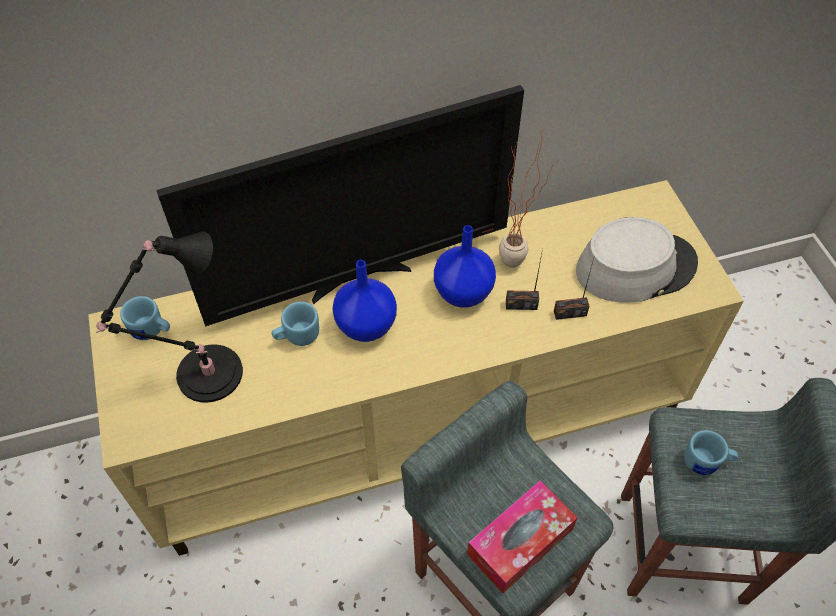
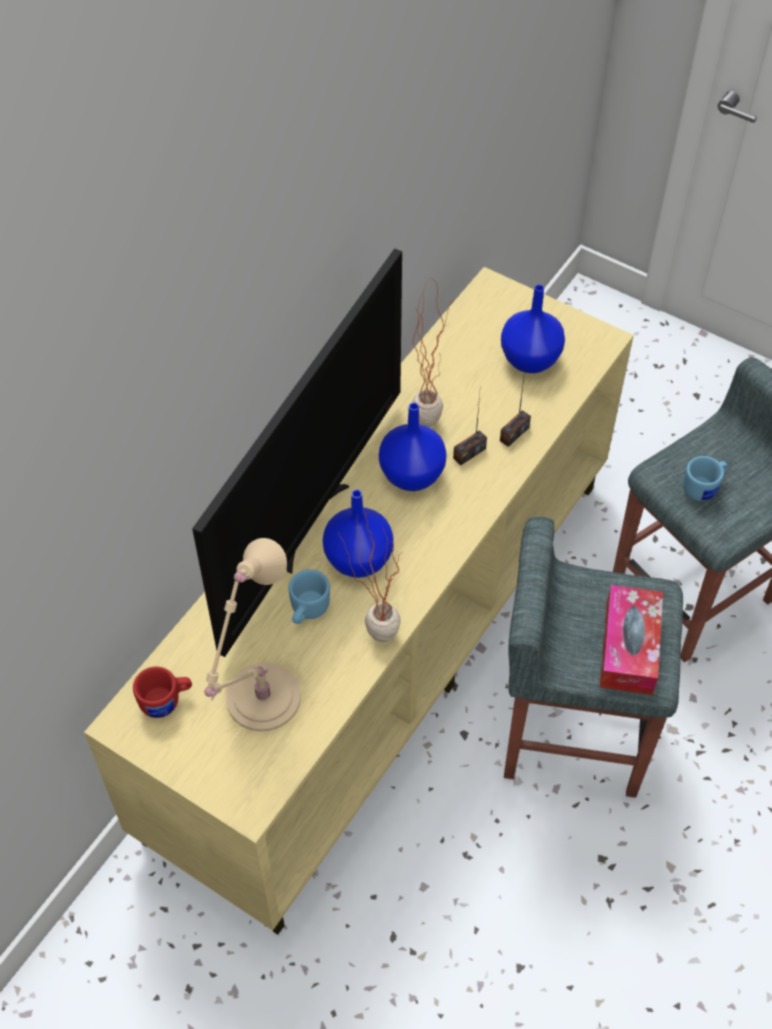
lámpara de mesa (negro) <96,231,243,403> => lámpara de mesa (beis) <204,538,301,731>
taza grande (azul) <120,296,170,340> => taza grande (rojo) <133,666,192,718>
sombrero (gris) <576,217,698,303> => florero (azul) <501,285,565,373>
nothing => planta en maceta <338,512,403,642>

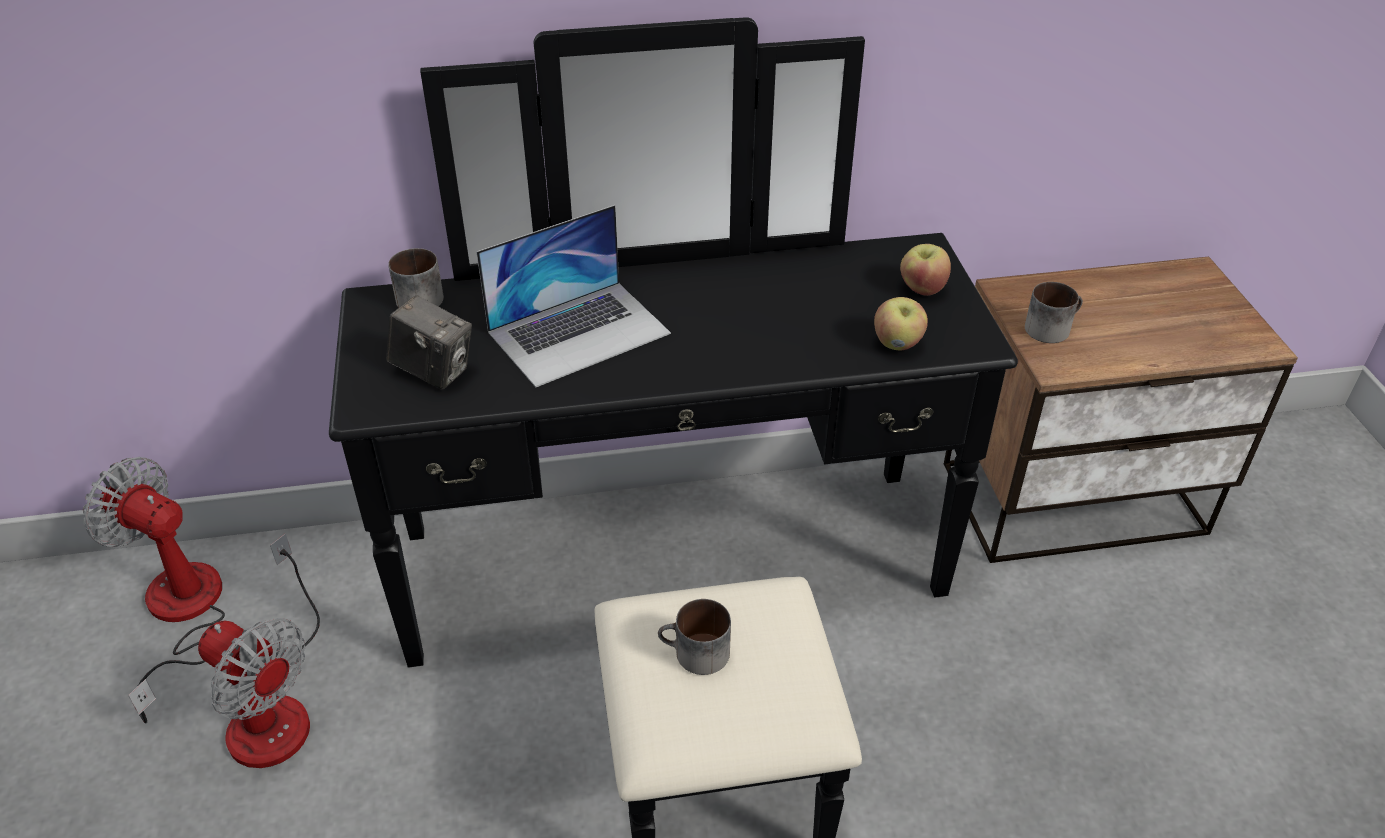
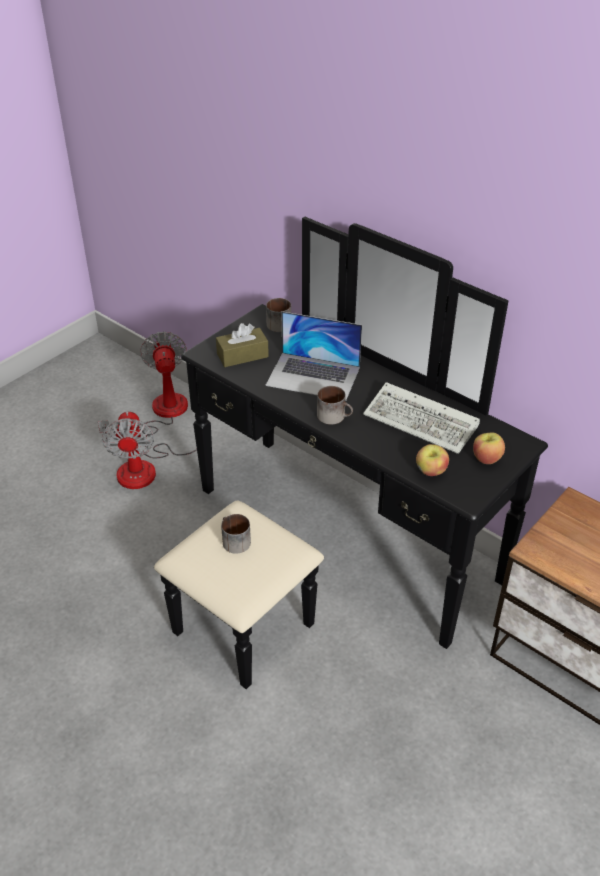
cámara <386,295,472,390> => caja de pañuelos (marrón) <216,323,269,367>
taza grande <1025,282,1083,343> => taza grande <317,386,353,425>, relocated
nothing => teclado <363,382,480,454>

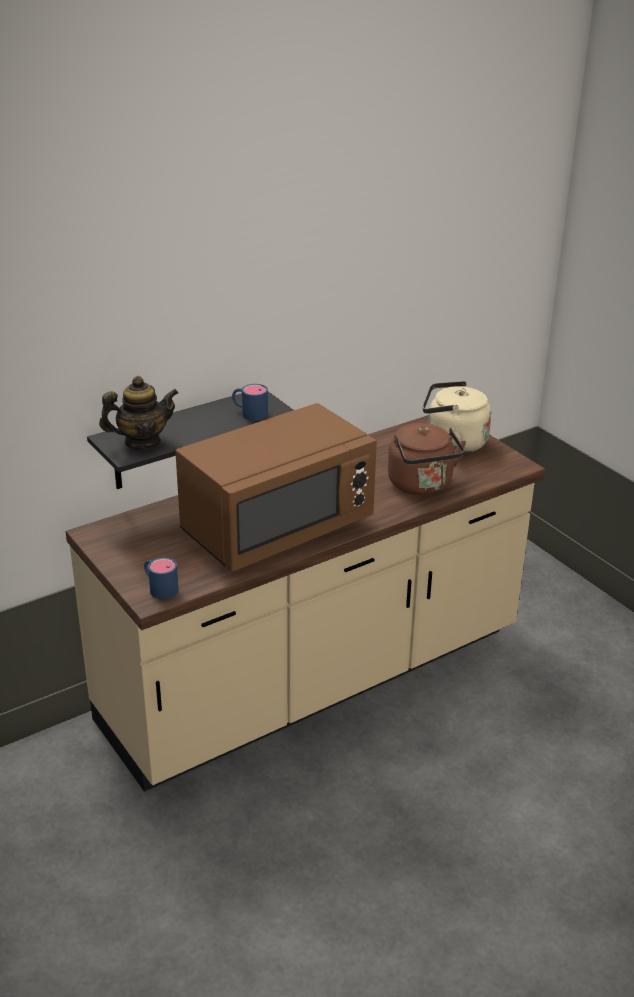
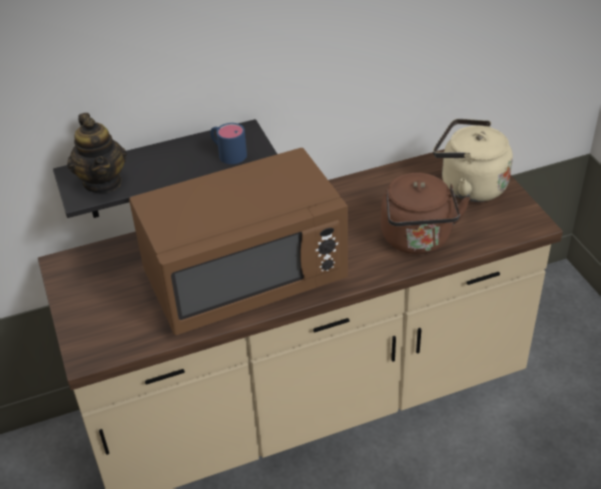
tetera <99,376,179,450> => tetera <67,113,127,193>, 75 degrees clockwise
taza grande (azul) <144,557,179,599> => nothing

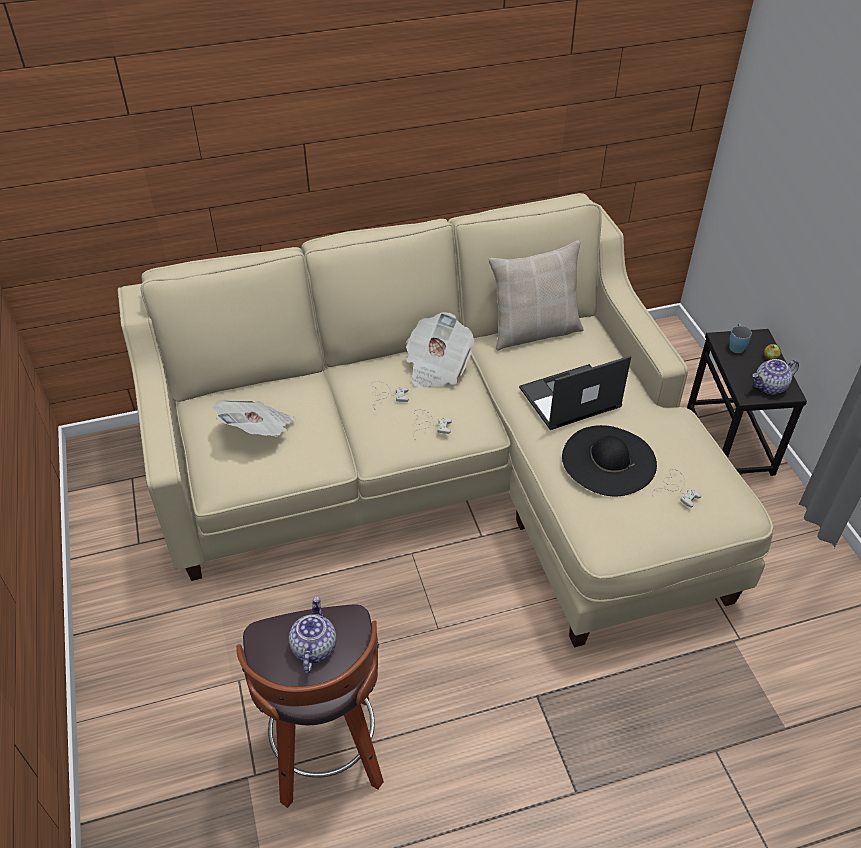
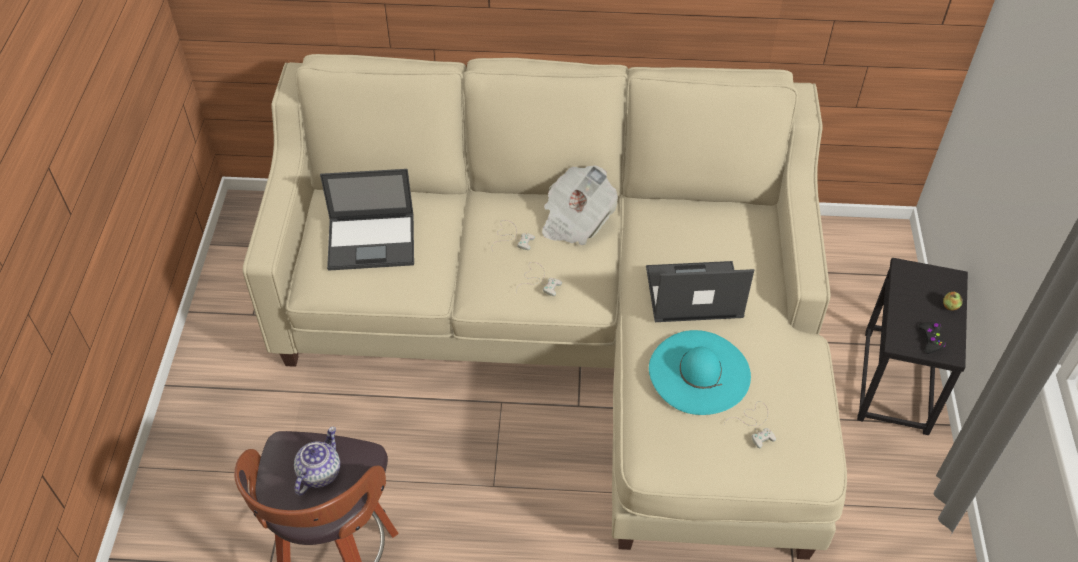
periódico <213,400,296,437> => portátil <320,169,414,271>
cojín (beis) <489,240,584,351> => nothing
sombrero (negro) <562,425,657,496> => sombrero (turquesa) <649,330,751,415>
taza grande (azul) <729,324,752,353> => nothing
tetera <752,359,799,394> => mando de consola (negro) <918,322,946,354>

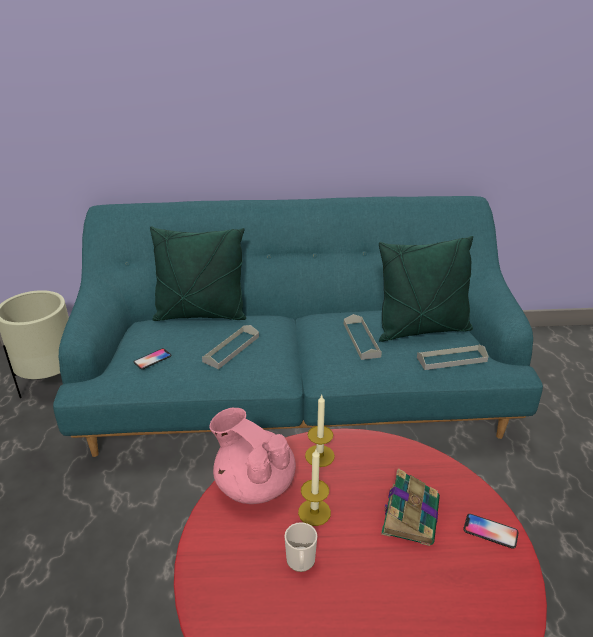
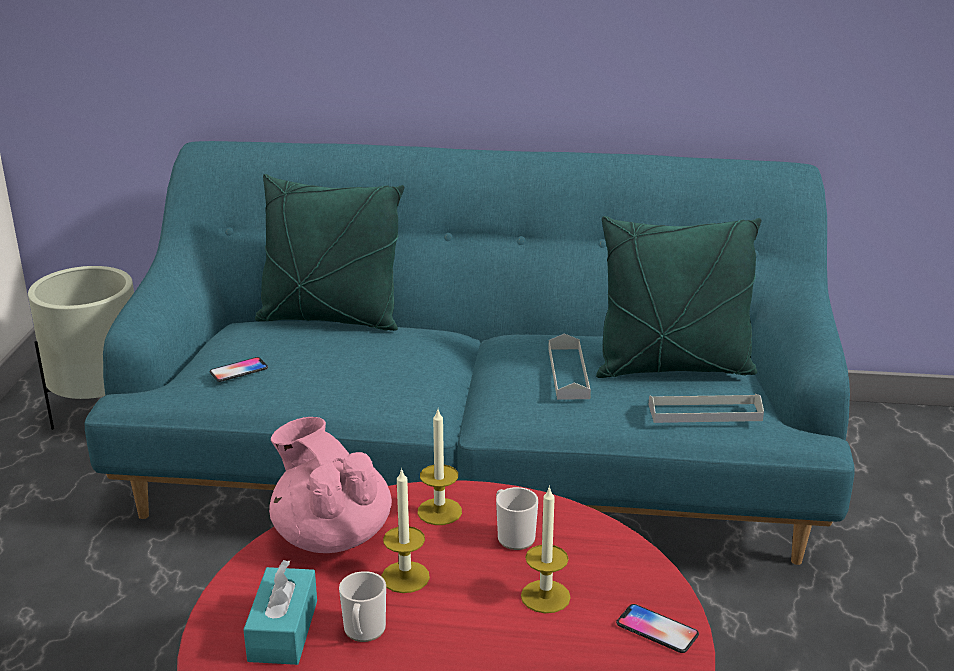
bandeja (gris) <202,325,259,369> => nothing
libro <381,468,440,546> => vela <521,486,571,613>
nothing => caja de pañuelos (turquesa) <243,560,317,665>
nothing => taza grande <496,487,538,550>

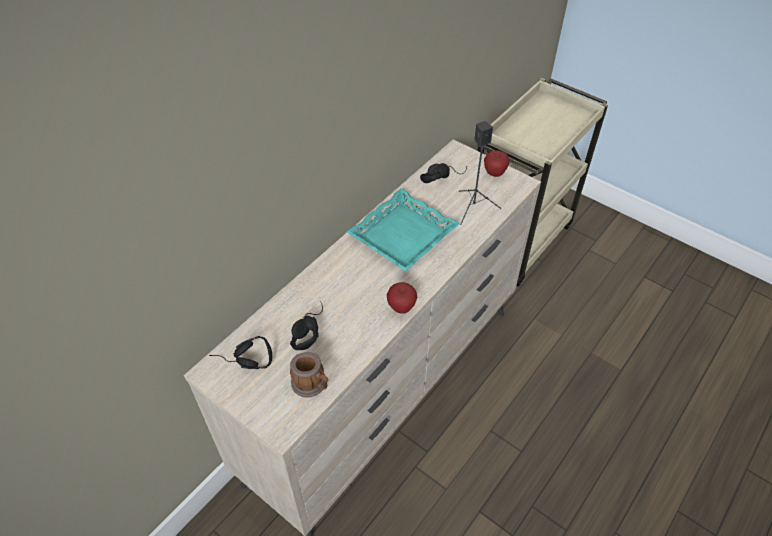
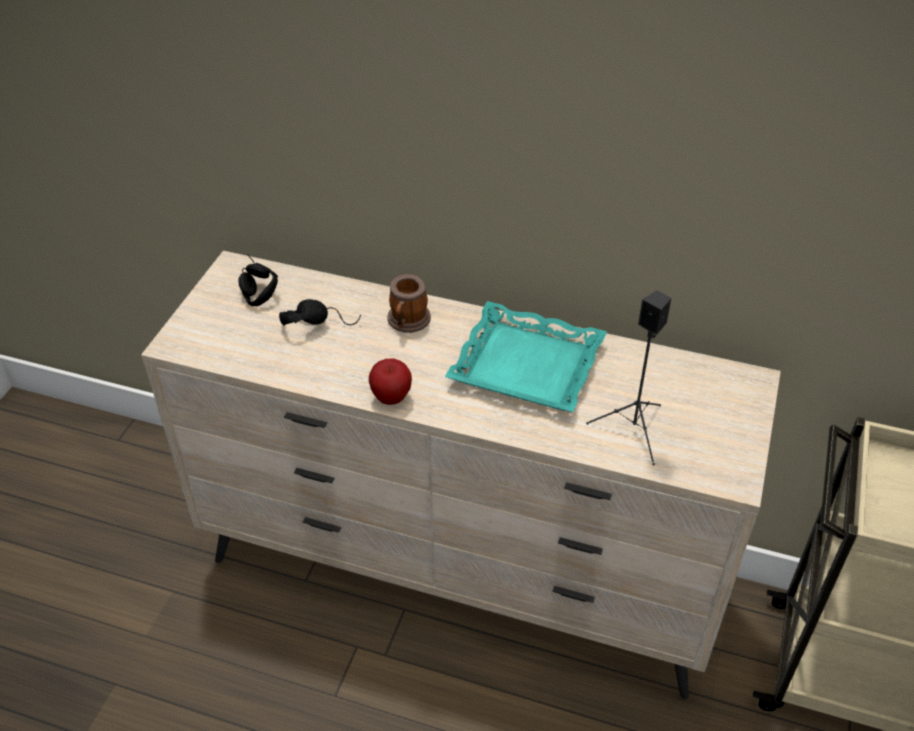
taza grande <290,352,328,398> => taza grande <387,274,431,333>, relocated
auriculares (negro) <420,163,467,183> => nothing
manzana <484,150,509,177> => nothing

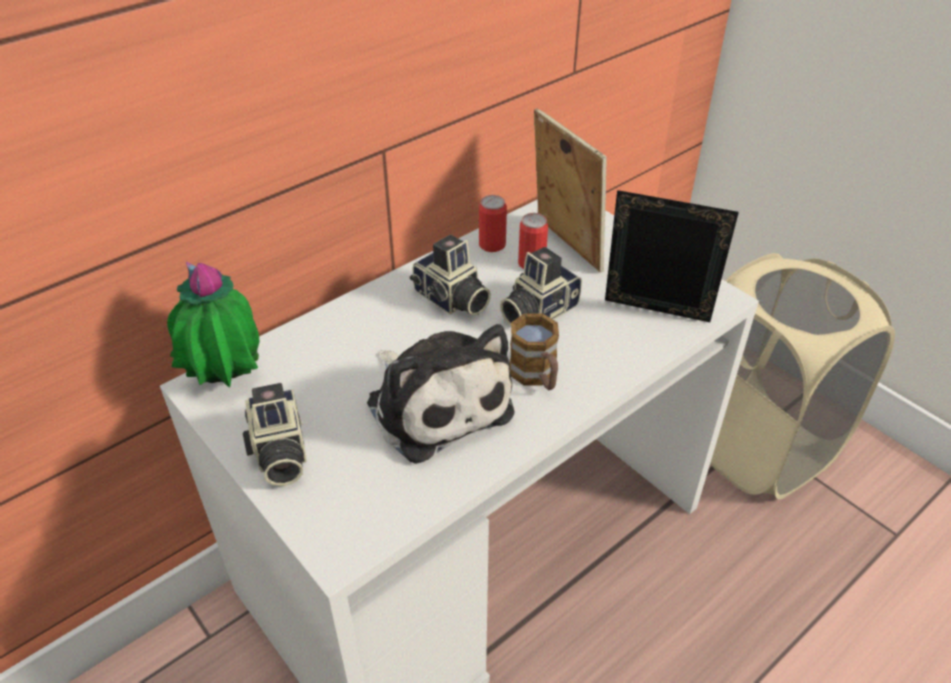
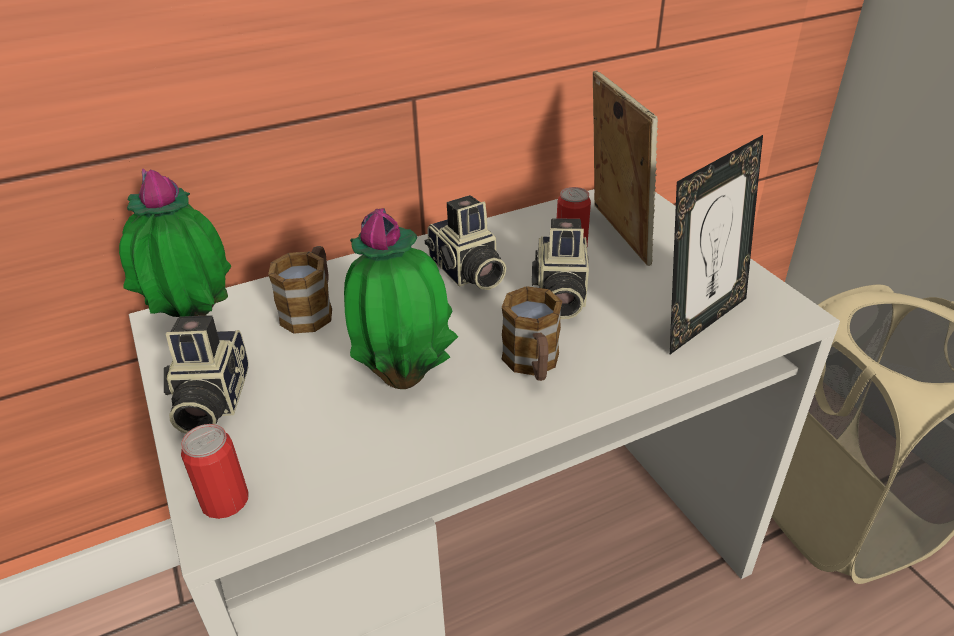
peluche <367,324,515,464> => planta en maceta <344,208,458,389>
lata <479,195,507,252> => lata <181,424,249,519>, relocated
cámara <500,247,582,325> => cámara <532,218,589,319>, 60 degrees counterclockwise
portarretratos <605,190,739,322> => portarretratos <670,135,763,354>, 105 degrees clockwise
nothing => taza grande <268,246,332,334>

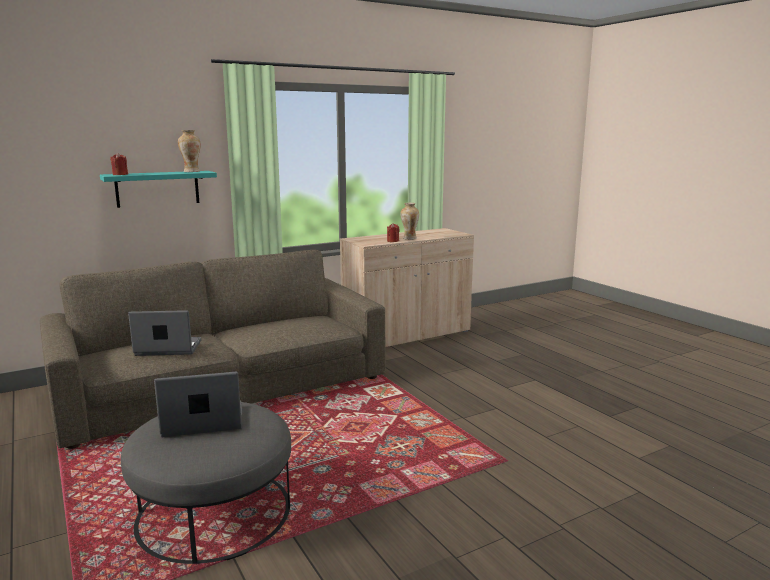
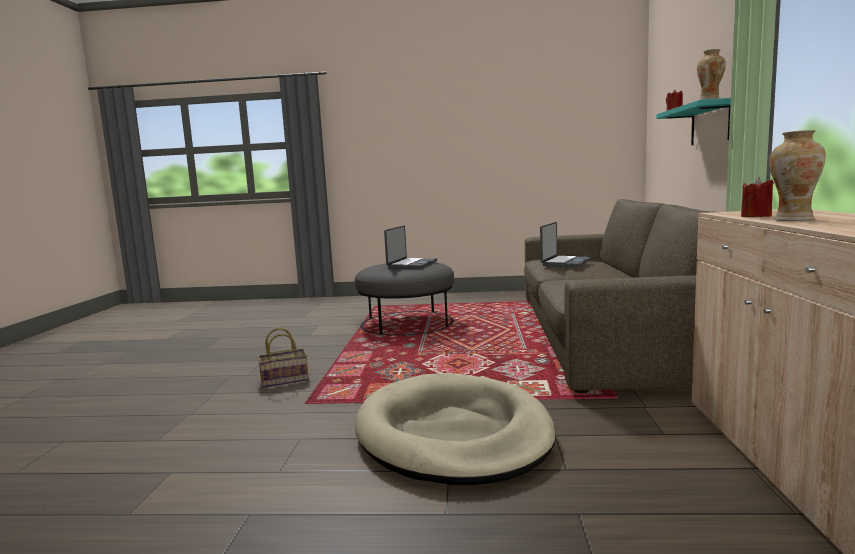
nothing => cesta <258,328,309,388>
nothing => cama para perro (beis) <355,373,556,485>

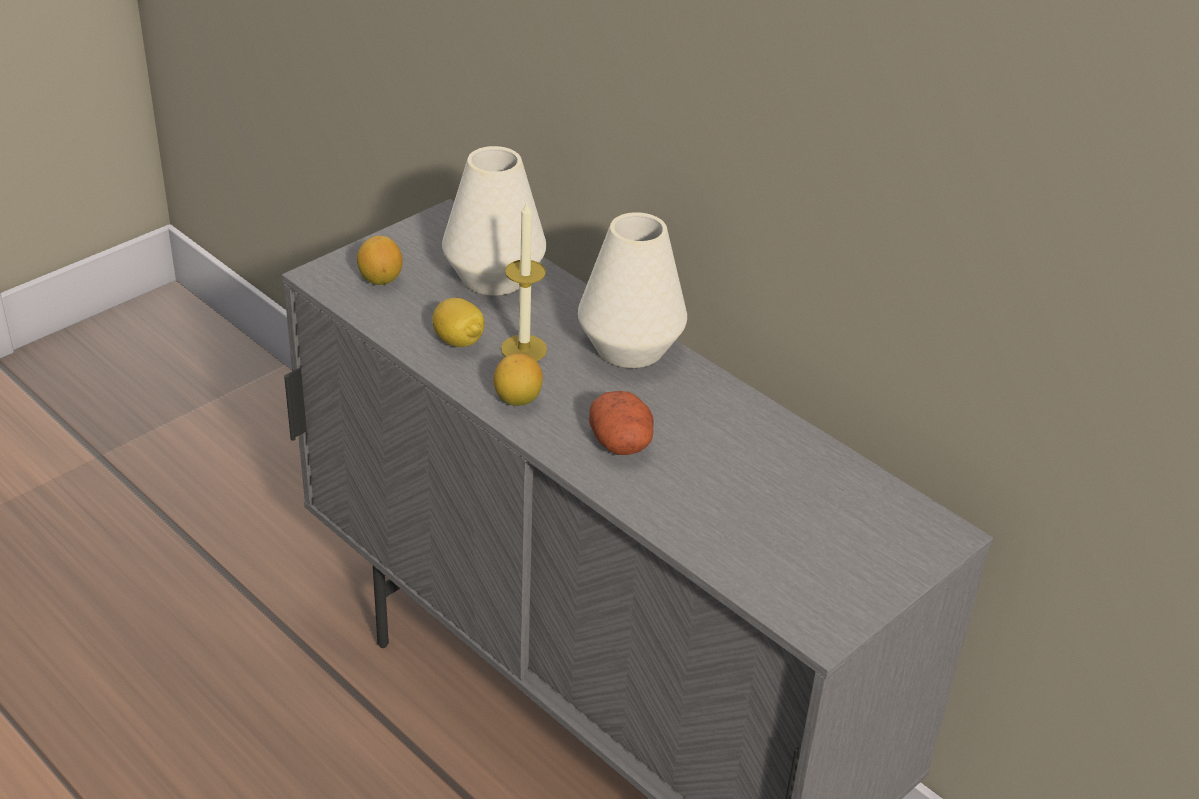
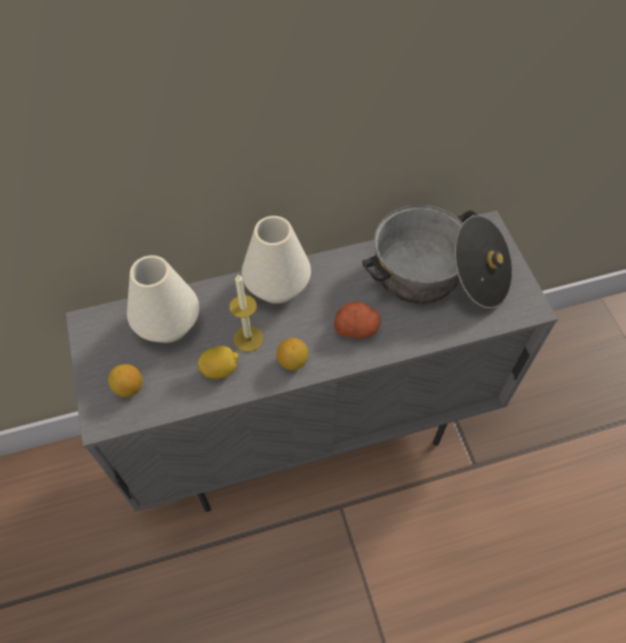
nothing => olla <362,205,513,308>

